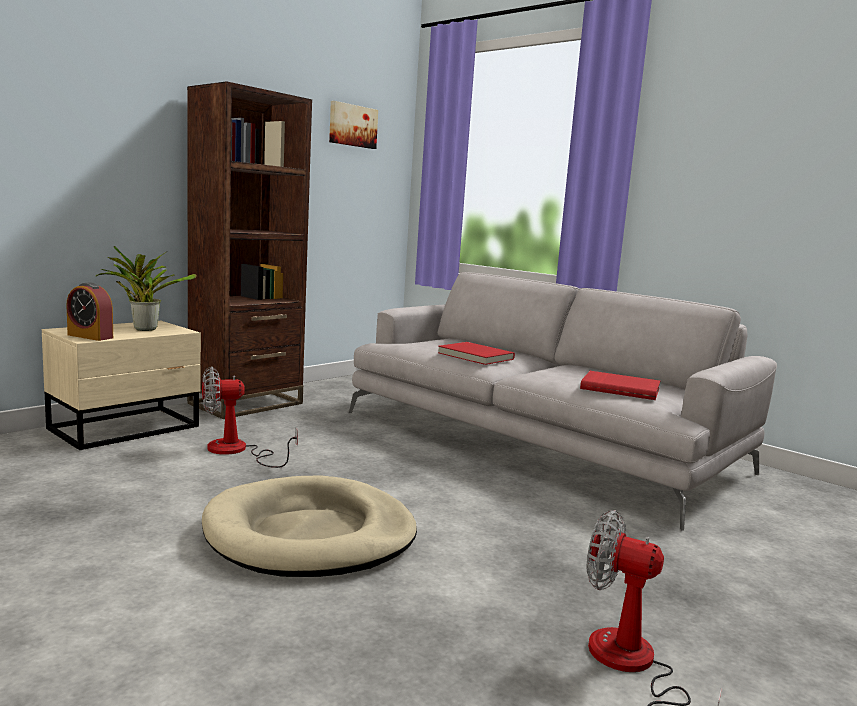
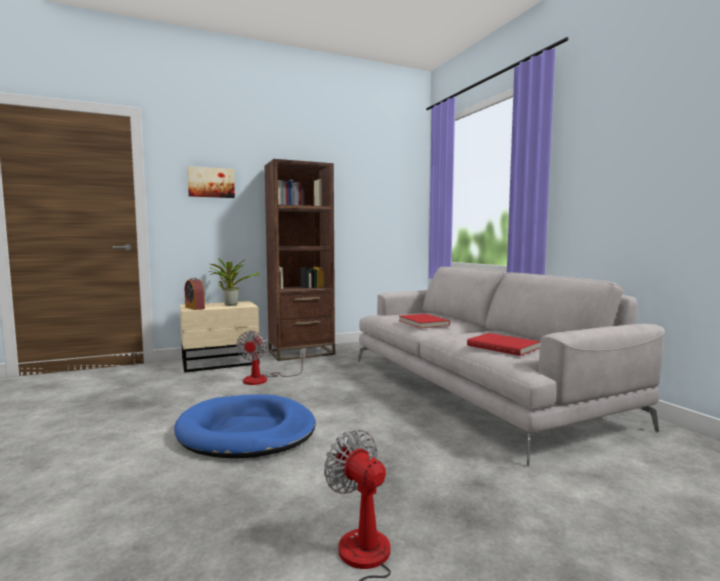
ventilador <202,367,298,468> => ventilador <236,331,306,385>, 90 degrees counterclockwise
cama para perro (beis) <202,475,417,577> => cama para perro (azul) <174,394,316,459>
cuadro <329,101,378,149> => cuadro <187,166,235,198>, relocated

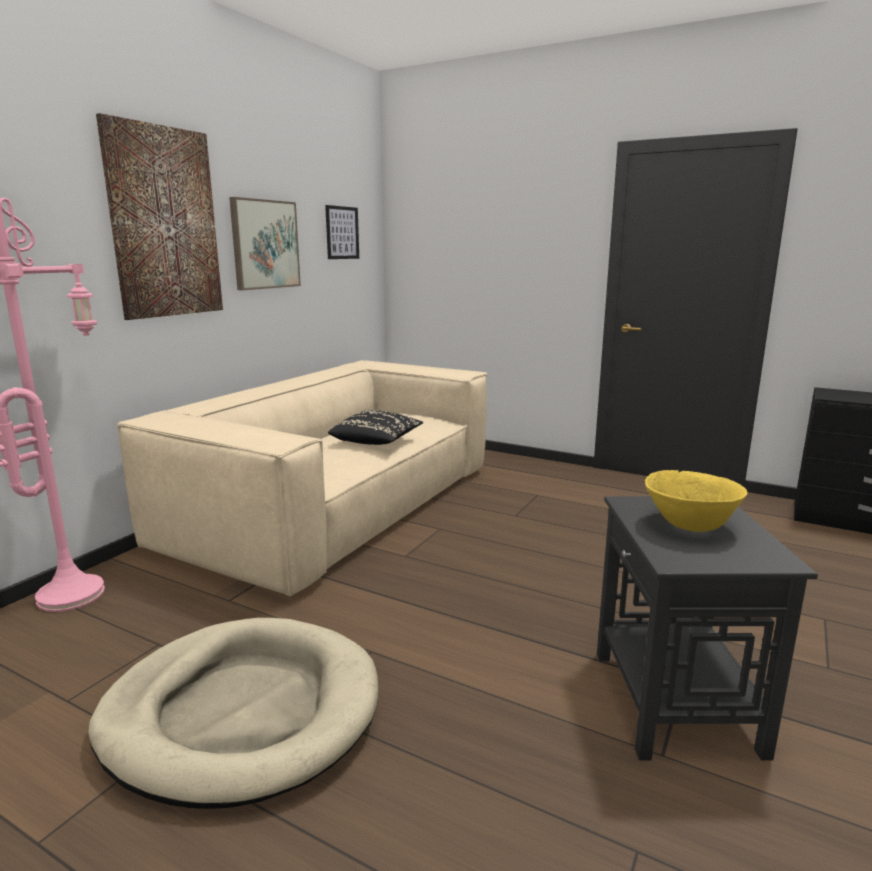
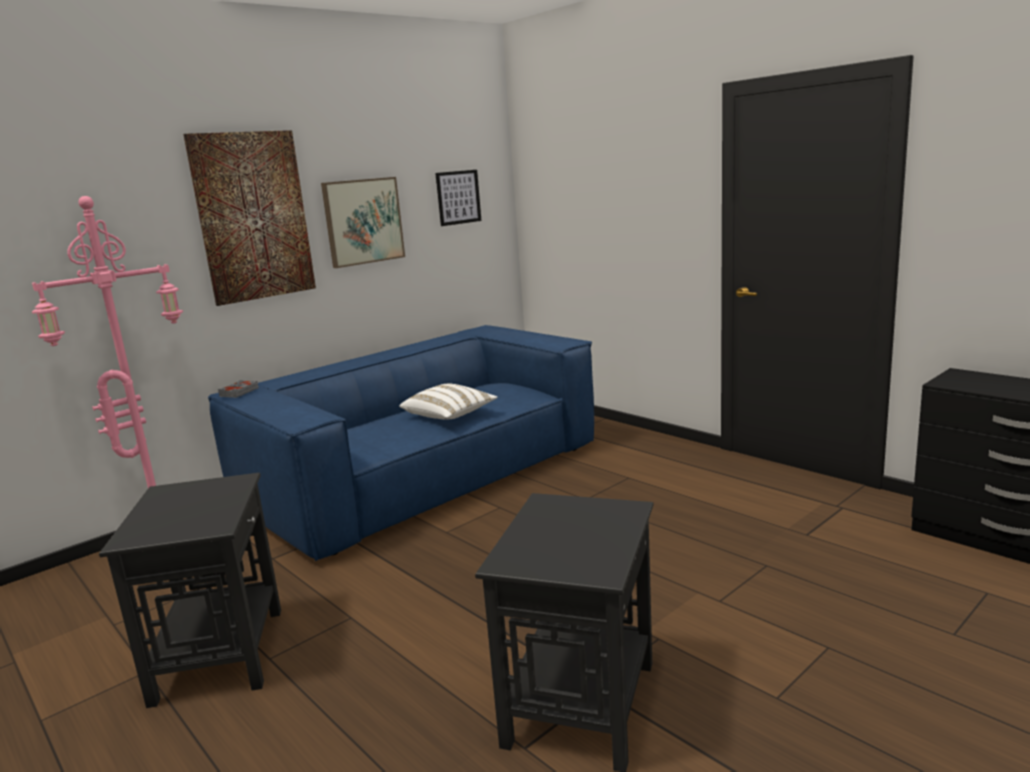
cama para perro (beis) <88,618,378,809> => mesa auxiliar (negro) <99,473,281,708>
sofá (beis) <117,360,487,597> => sofá (azul) <208,325,594,561>
cojín (negro) <328,410,423,445> => cojín (blanco) <399,384,498,420>
cuenco (amarillo) <645,470,747,532> => nothing
nothing => libro (gris) <218,380,259,398>

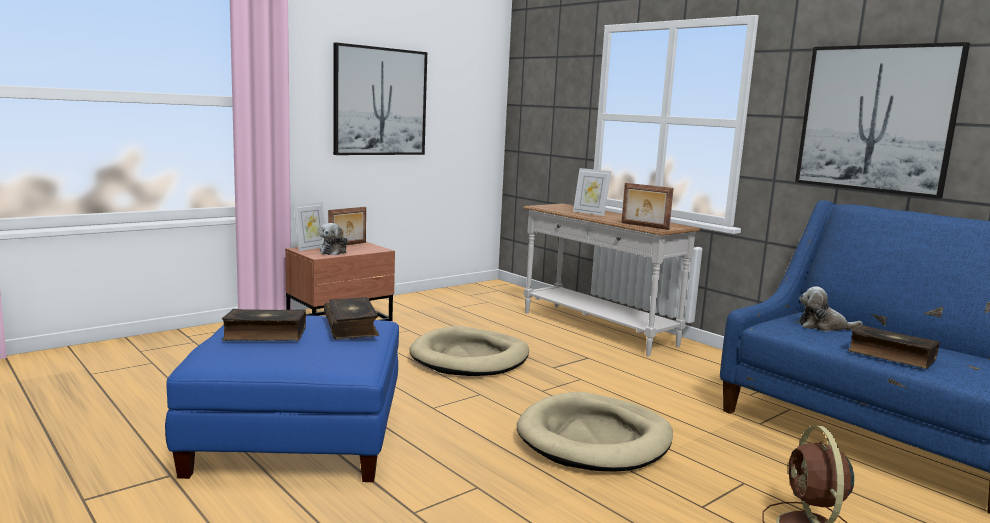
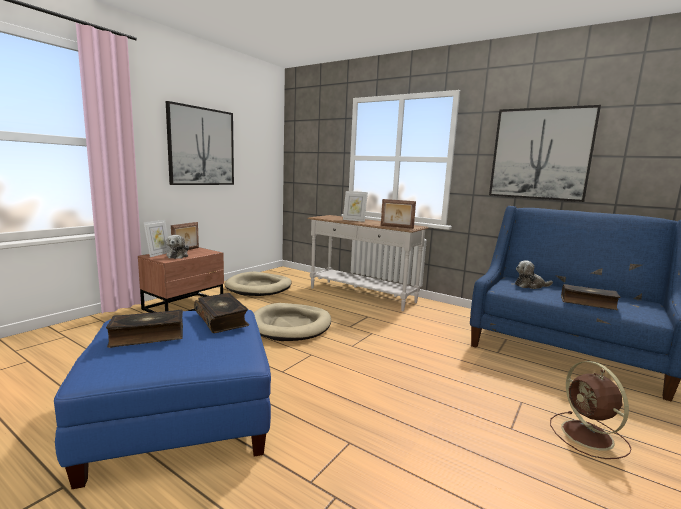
cama para perro (beis) <517,392,673,472> => cama para perro (beis) <224,272,292,296>, relocated

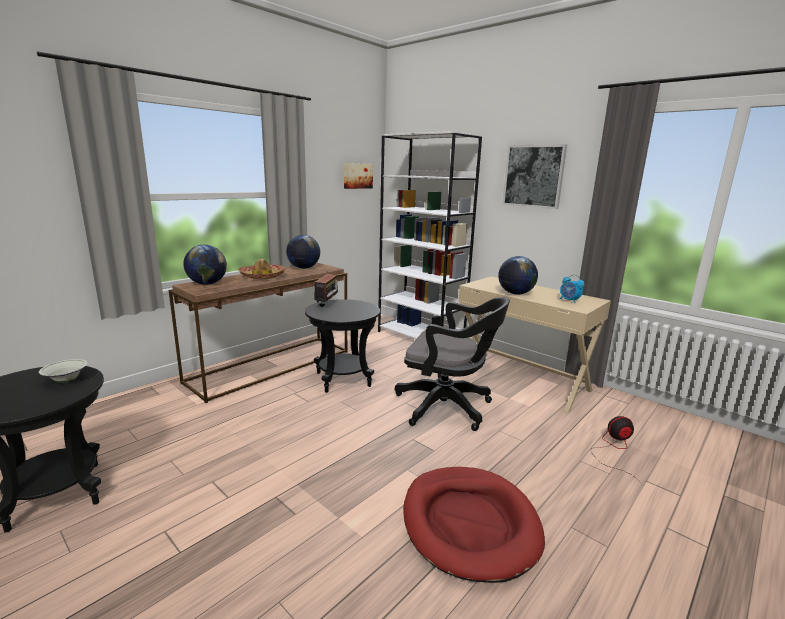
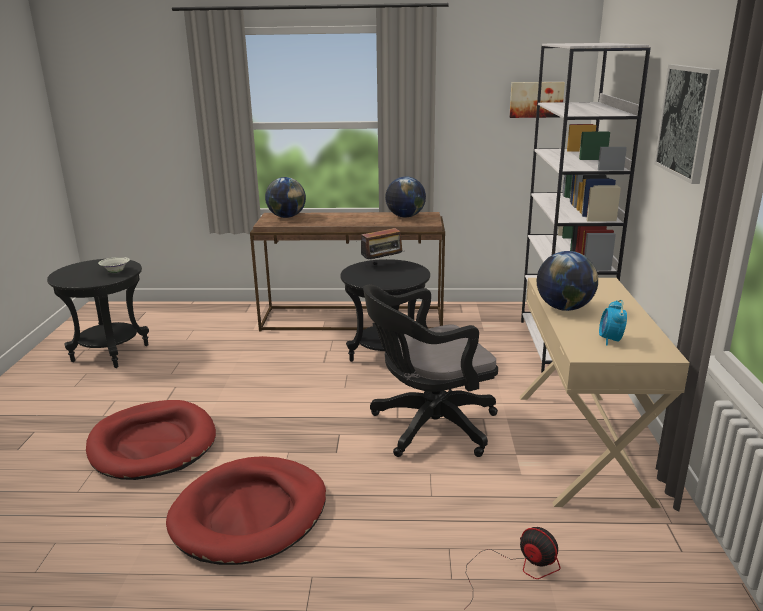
sombrero <238,259,286,279> => nothing
silla de oficina (negro) <395,297,510,431> => silla de oficina (negro) <363,285,498,457>, 90 degrees clockwise
nothing => cama para perro (rojo) <86,400,216,480>

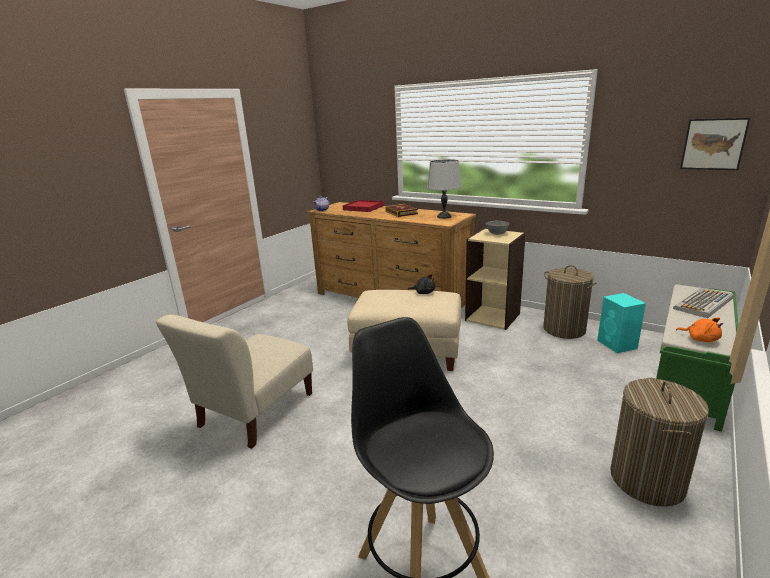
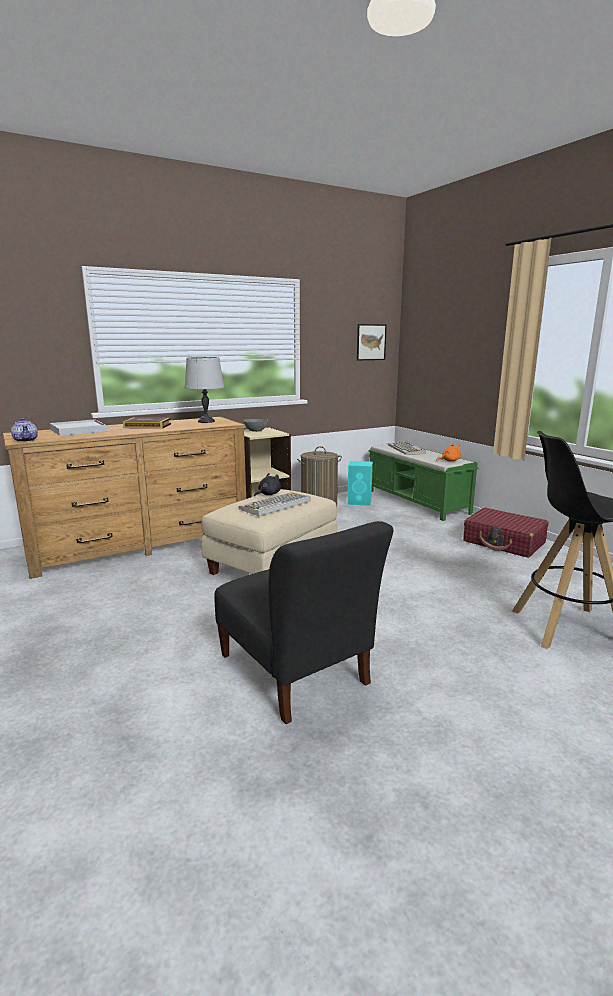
silla (beis) <156,315,313,449> => silla (negro) <214,521,394,724>
bandeja (rojo) <343,200,385,212> => bandeja (blanco) <50,419,107,436>
cesto de la ropa <610,378,709,507> => maleta (rojo) <463,507,548,558>
nothing => teclado <238,492,311,516>

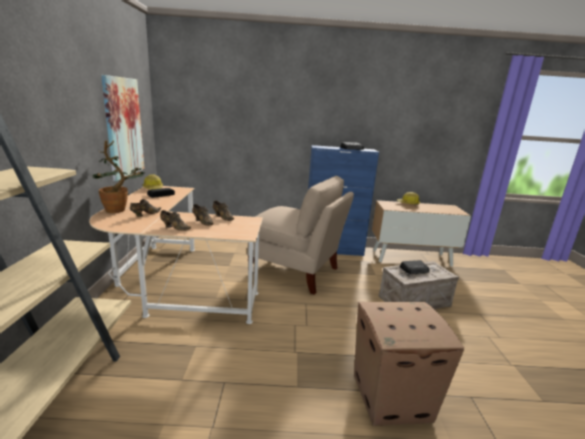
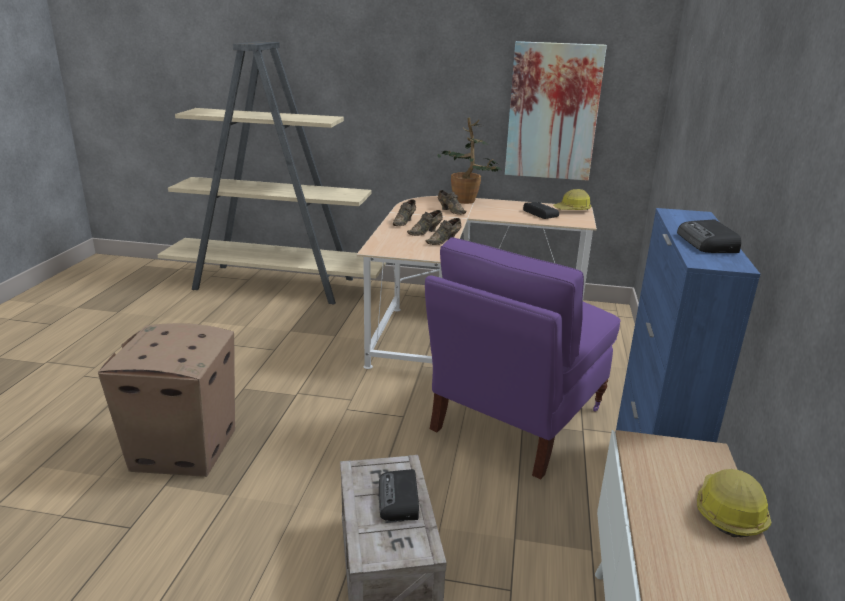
silla (beis) <247,176,354,295> => silla (morado) <425,237,621,479>

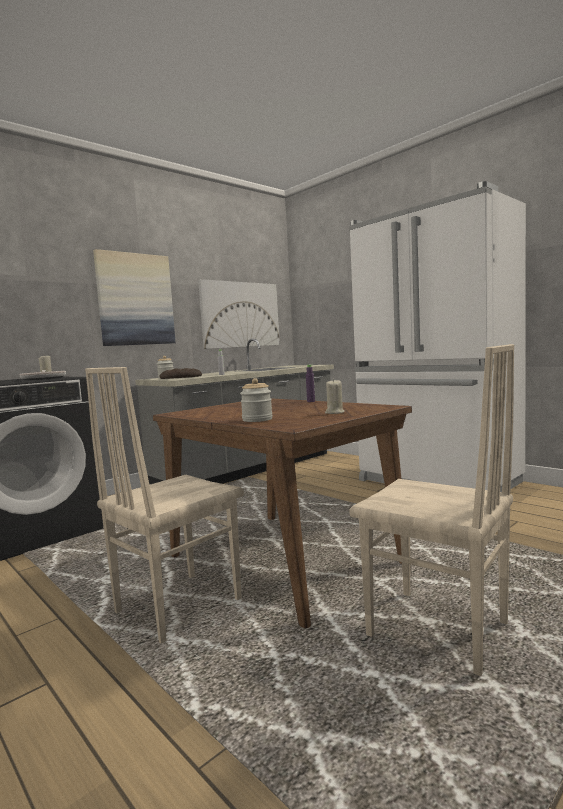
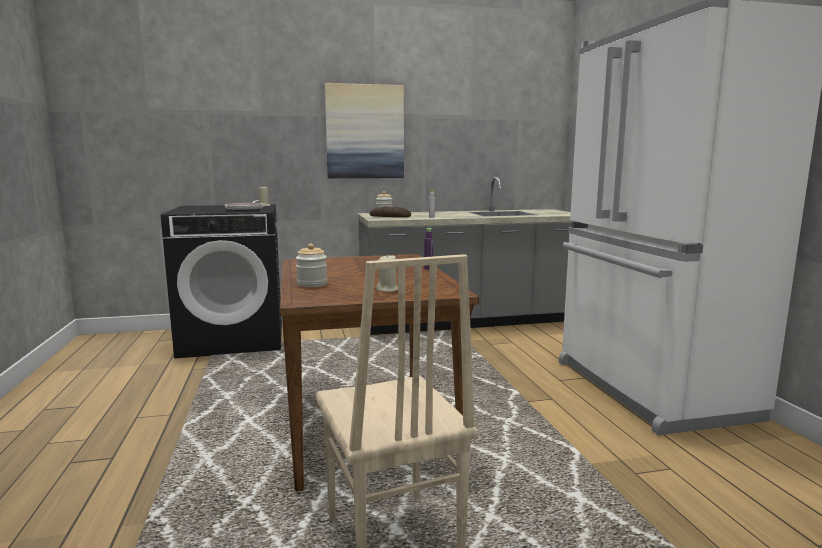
silla (beis) <85,367,244,644> => nothing
cuadro <198,279,280,349> => nothing

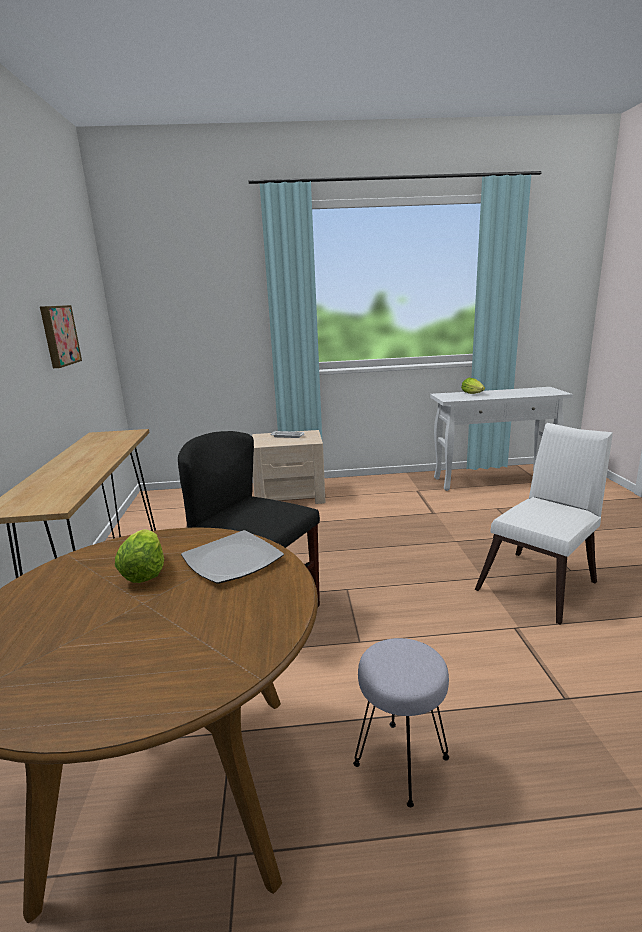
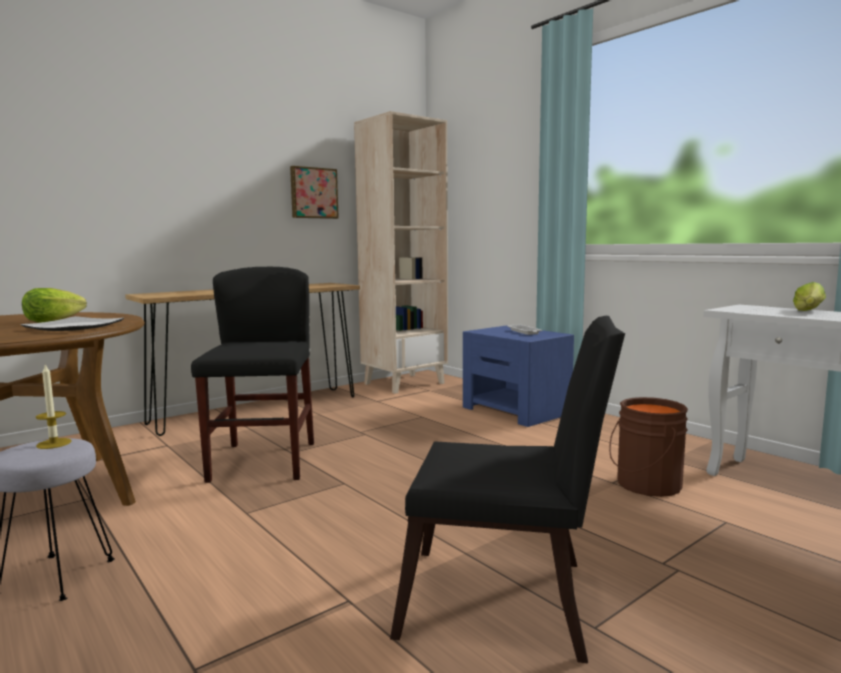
mesita de noche (beis) <252,430,326,504> => mesita de noche (azul) <463,326,574,427>
silla (blanco) <475,423,613,625> => silla (negro) <390,316,625,663>
nothing => vela <36,364,72,449>
nothing => estantería (beis) <354,111,448,394>
nothing => cubo (marrón) <609,397,688,497>

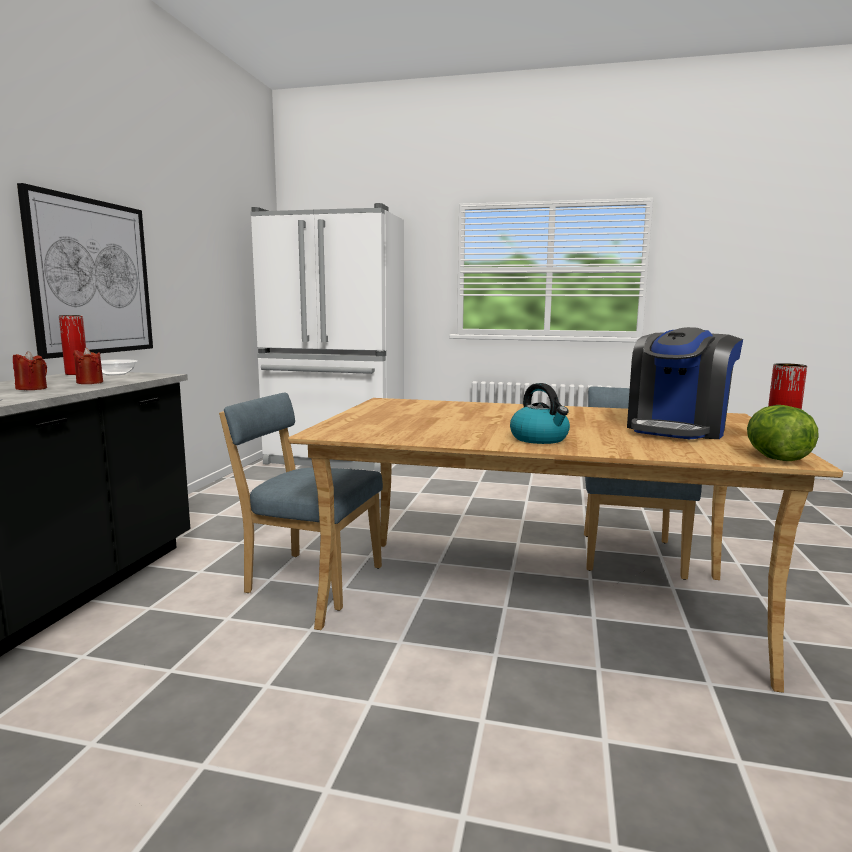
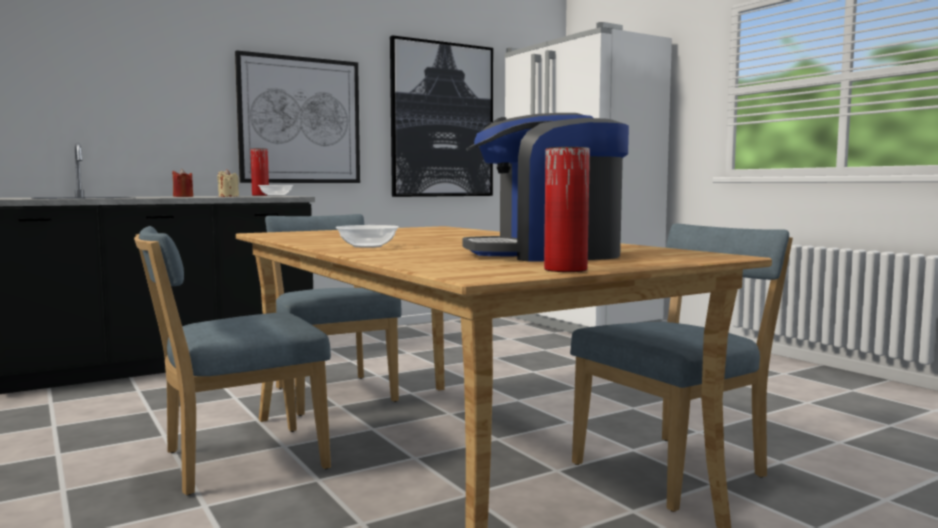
vela (rojo) <73,348,103,384> => vela (beis) <217,169,239,197>
hervidor <510,383,570,444> => cuenco <336,225,399,248>
lechuga <747,405,819,461> => nothing
nothing => silla (azul) <134,226,331,495>
nothing => cuadro <390,35,493,197>

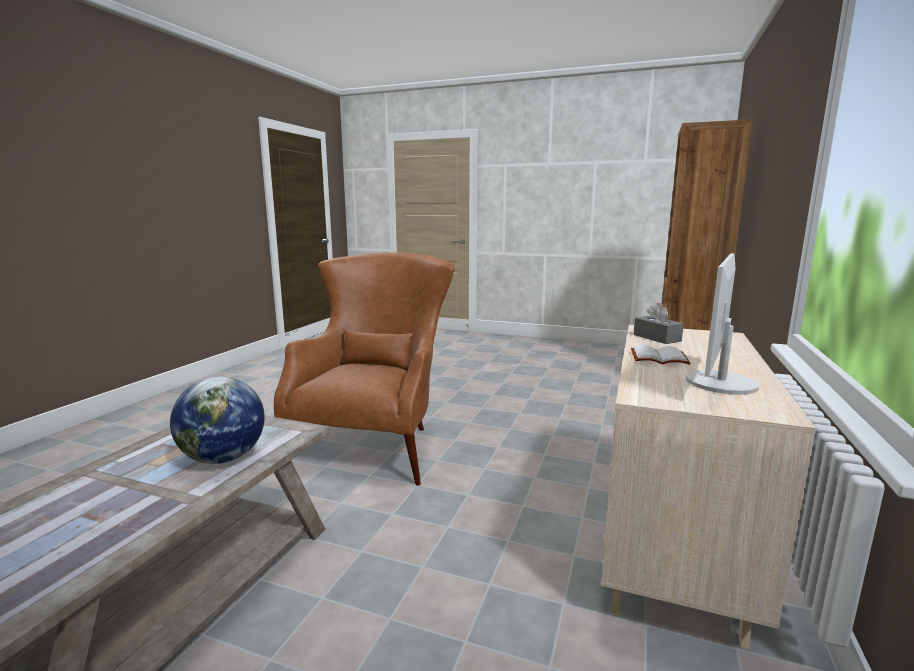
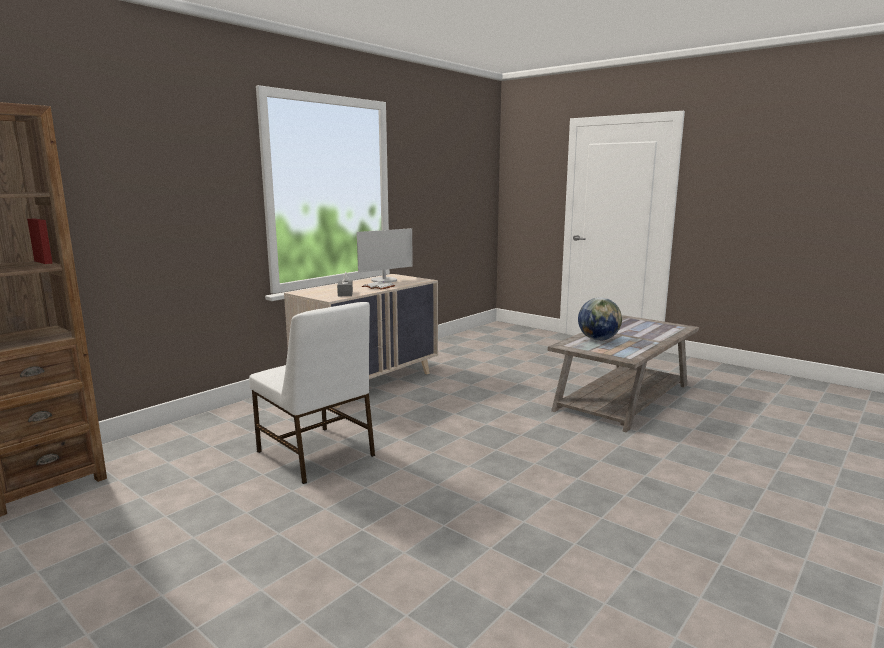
sillón (marrón) <274,252,455,486> => nothing
nothing => silla (blanco) <249,302,375,484>

